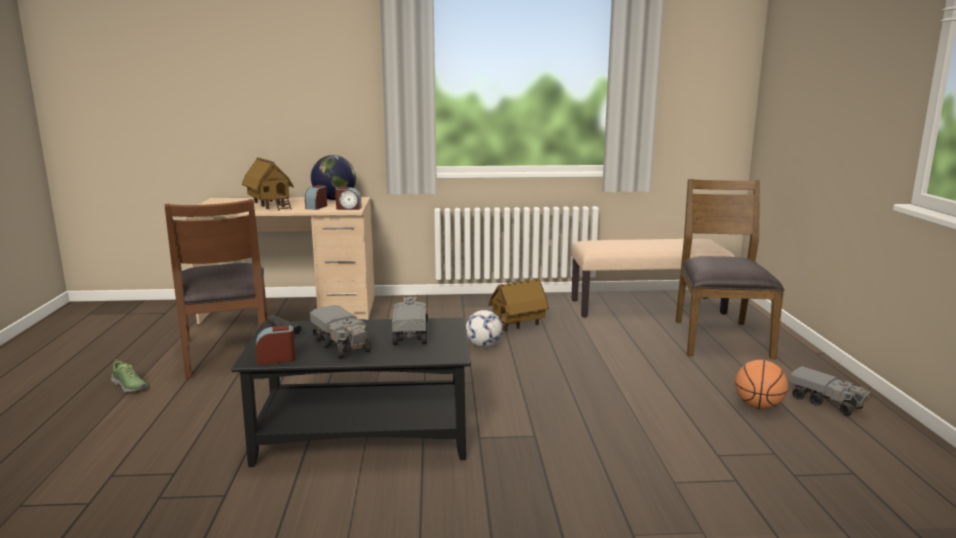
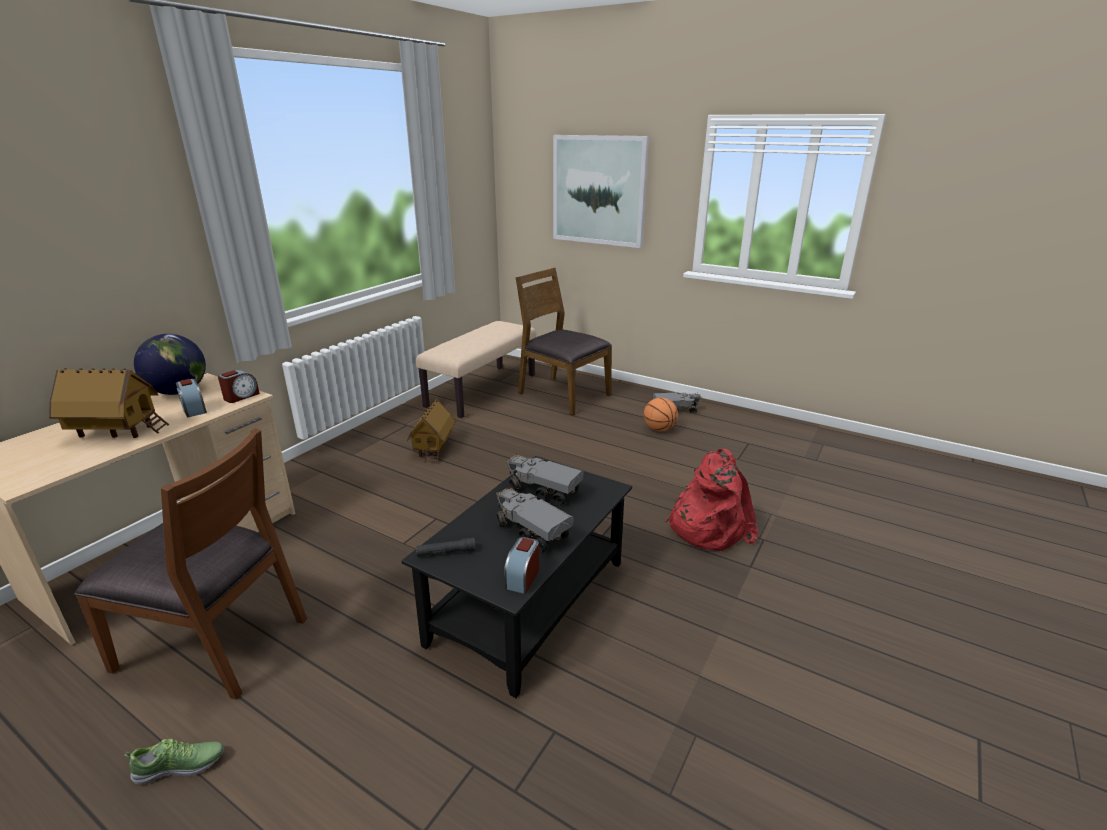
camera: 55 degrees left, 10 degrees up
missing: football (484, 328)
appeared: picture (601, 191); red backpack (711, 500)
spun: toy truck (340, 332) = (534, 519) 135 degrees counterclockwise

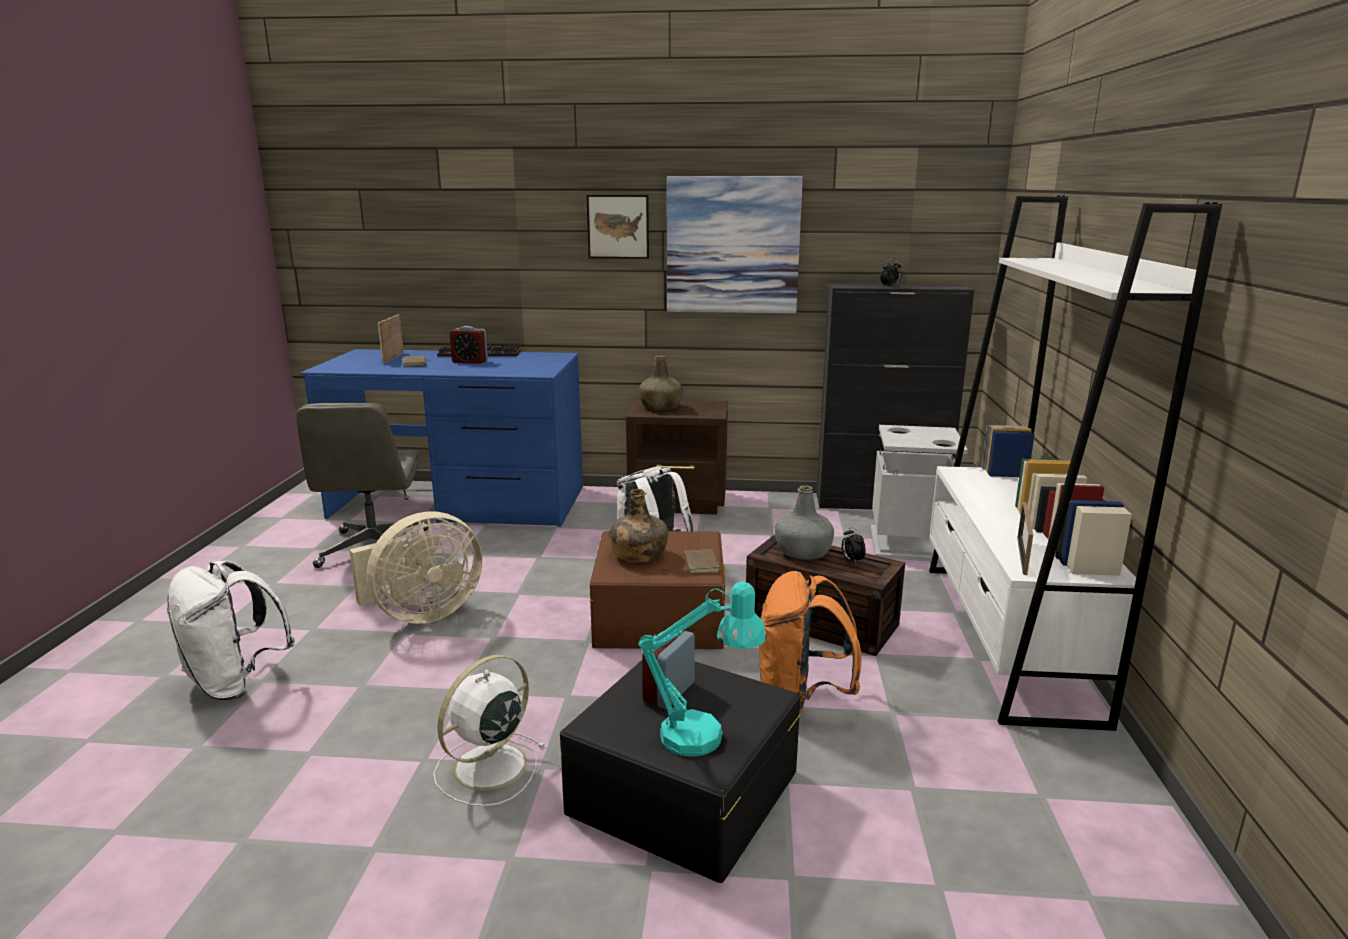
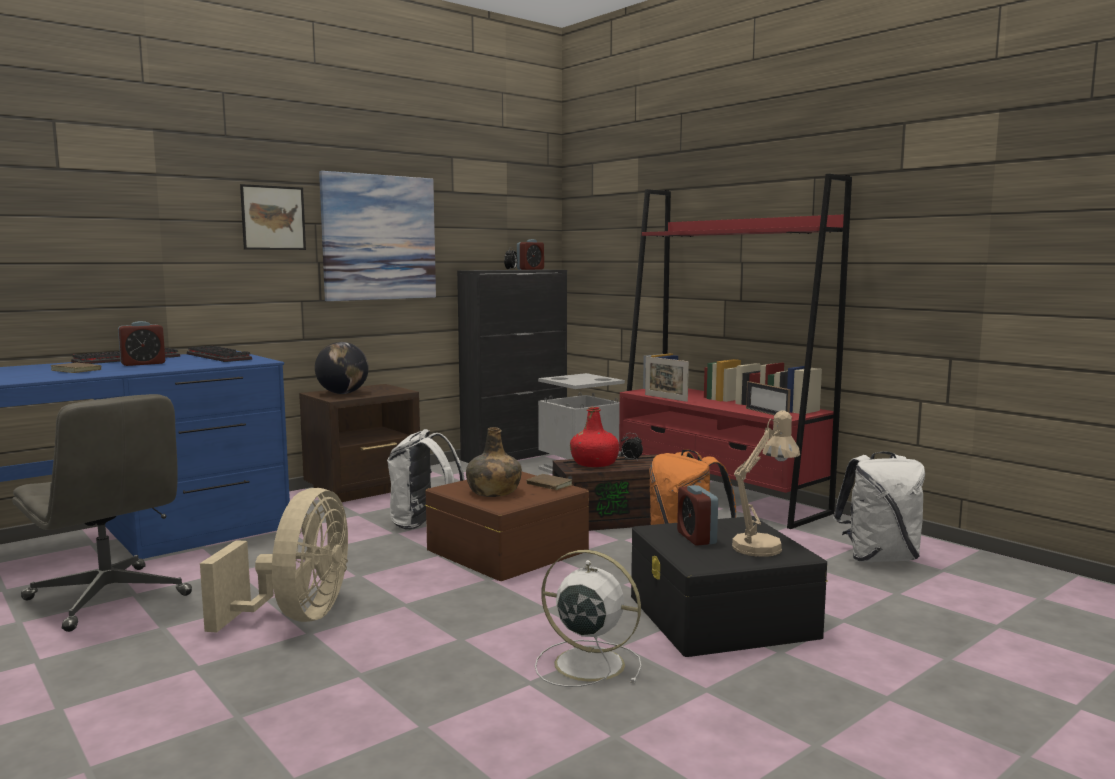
camera: 45 degrees left, 10 degrees down
appeared: keyboard (219, 354); alarm clock (530, 254)
relocated: white backpack (231, 630) to (879, 507); picture frame (391, 339) to (667, 379)
exchanged: green bottle (661, 383) to globe (342, 368)
colour: turquoise table lamp (702, 669) to beige table lamp (766, 483); grey bottle (804, 522) to red bottle (594, 437); white bookcase (1075, 463) to red bookcase (735, 351)
spun: white fan (489, 731) = (588, 618) 120 degrees clockwise

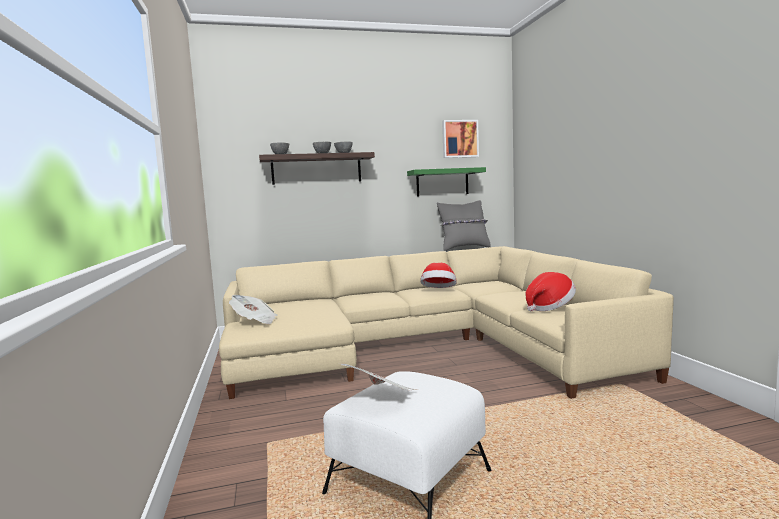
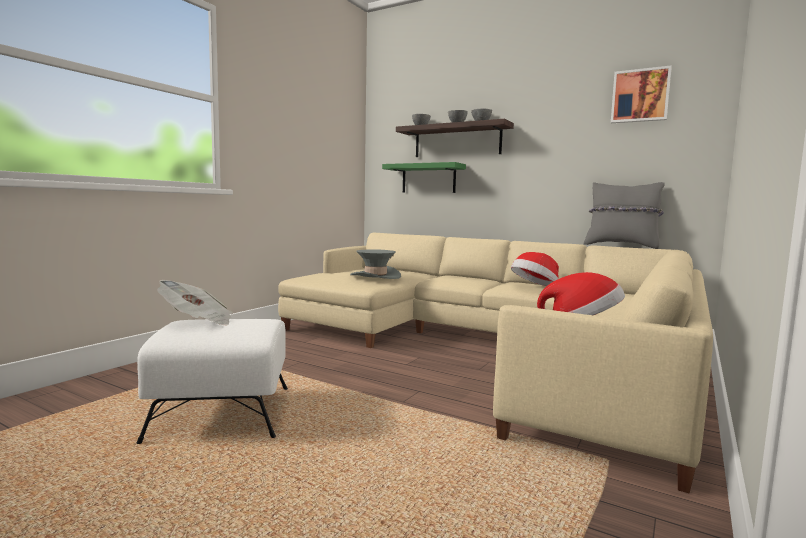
camera: 45 degrees right, 0 degrees up
missing: newspaper (253, 309)
appeared: grey hat (375, 264)
relocated: green shelf (446, 182) to (424, 177)

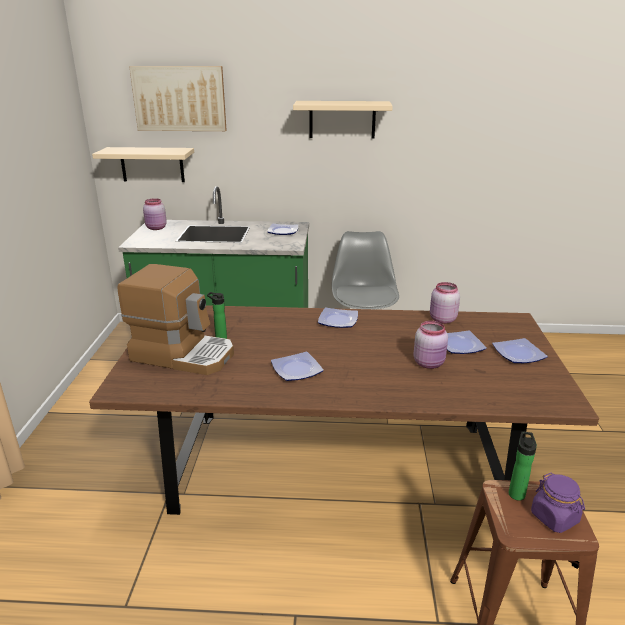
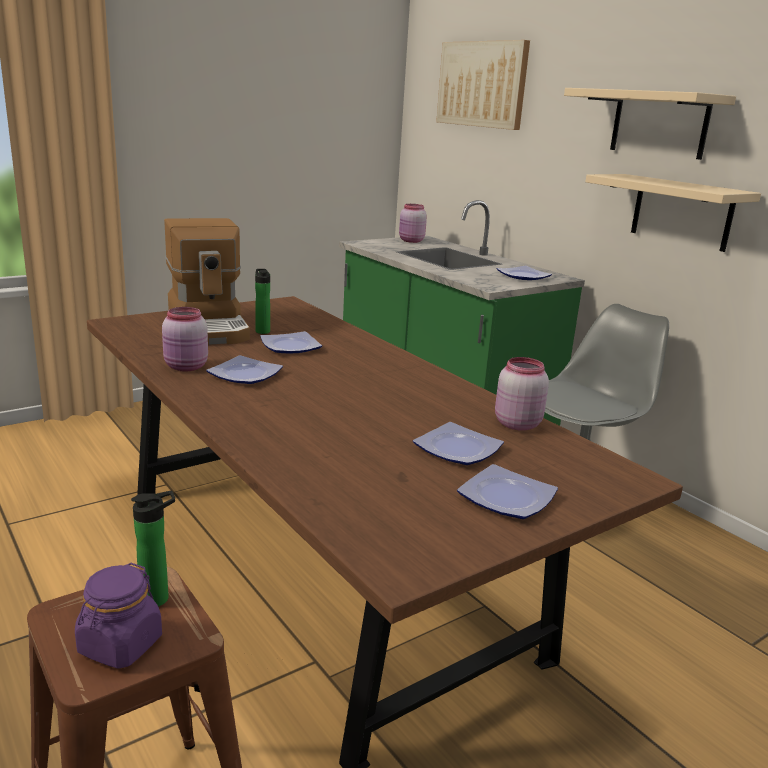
camera: 50 degrees right, 5 degrees down
relocated: beige shelf (143, 164) to (673, 213); plate (338, 318) to (291, 342); pink jar (430, 345) to (185, 339)

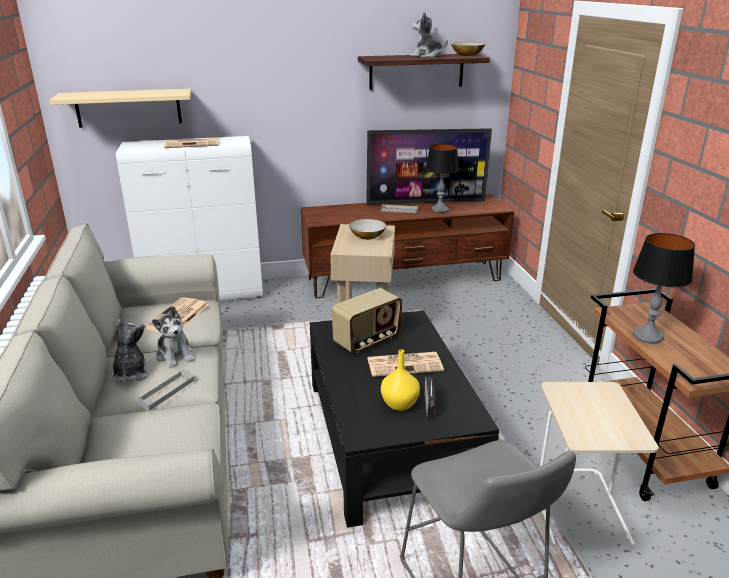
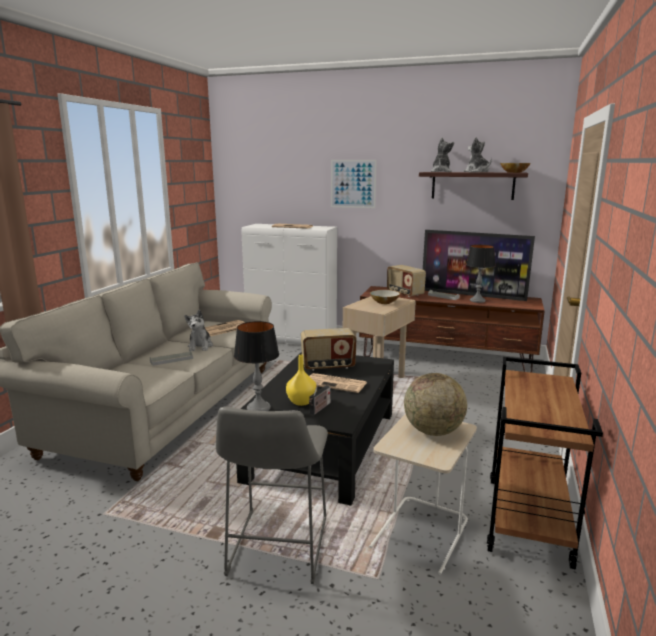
camera: 30 degrees right, 10 degrees down
missing: beige shelf (120, 108)
appeared: picture (354, 184); radio (406, 281); globe (435, 404)
relocated: plush toy (131, 351) to (442, 155); table lamp (664, 288) to (256, 366)

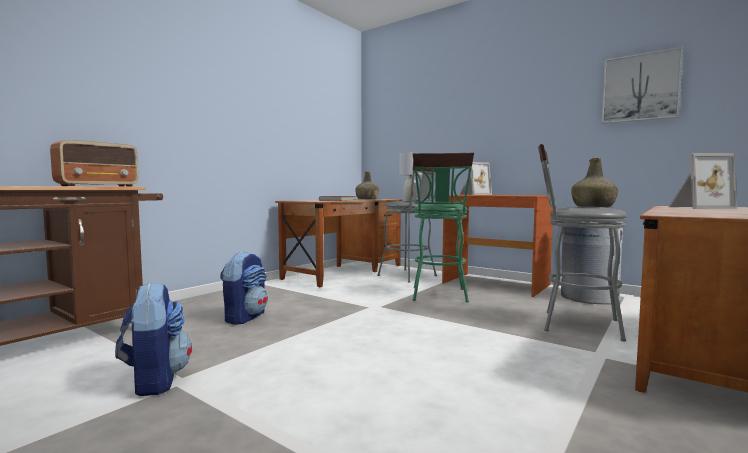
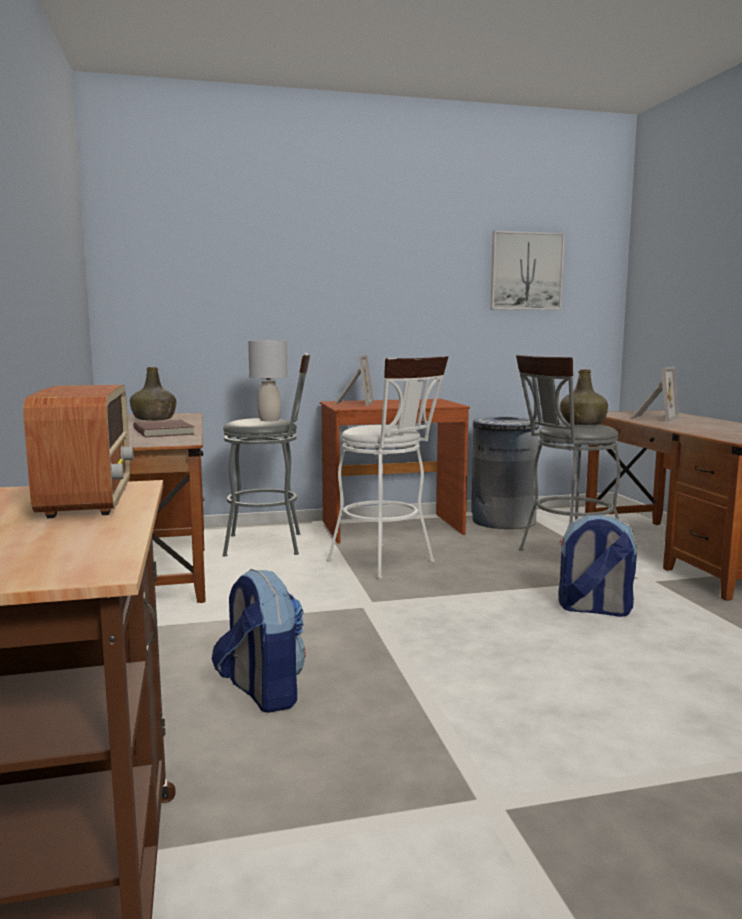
camera: 50 degrees left, 5 degrees up
relocated: backpack (153, 339) to (597, 565)
colour: green stool (443, 227) to white stool (387, 468)

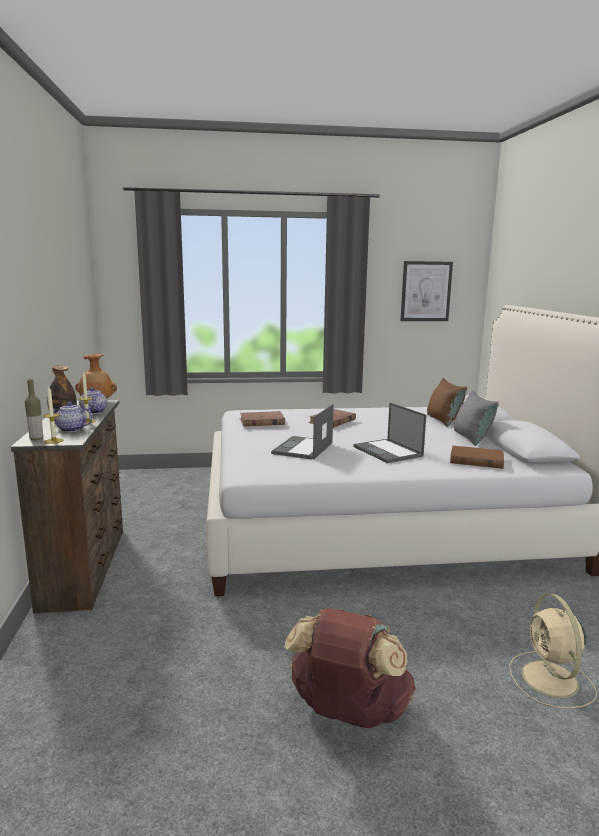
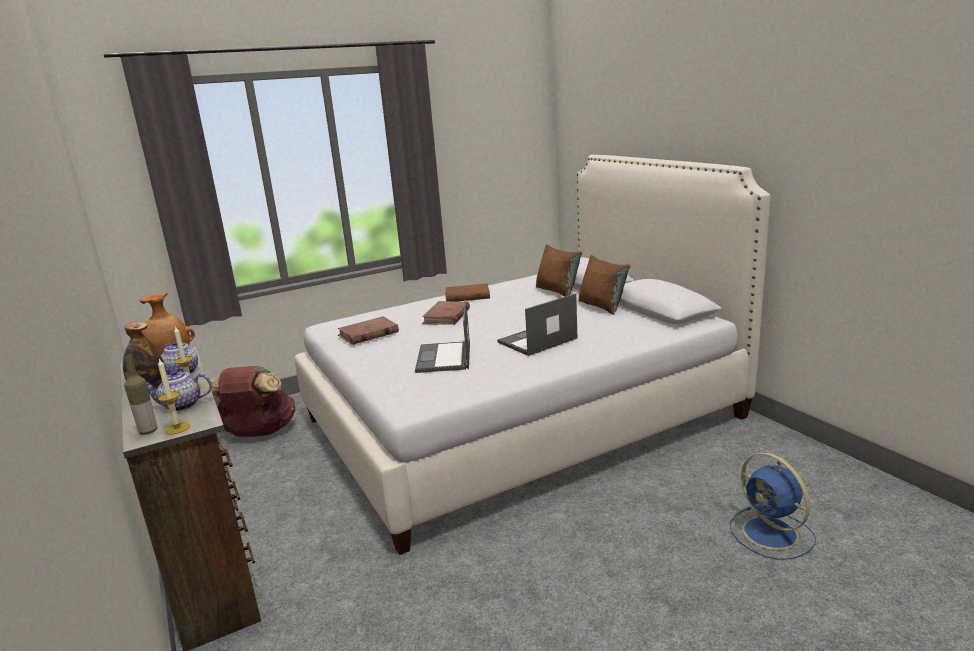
camera: 20 degrees left, 5 degrees up
missing: picture (427, 291)
relocated: brown backpack (350, 668) to (253, 401); brown book (477, 457) to (467, 293)
colour: grey pillow (476, 418) to brown pillow (604, 285); beige fan (553, 651) to blue fan (773, 506)
spun: laptop (389, 433) = (537, 324) 105 degrees clockwise

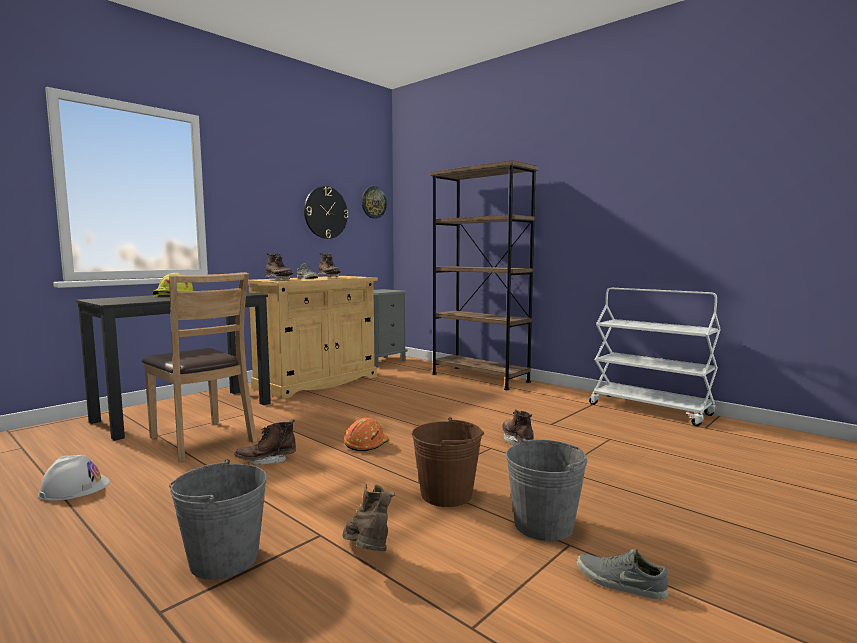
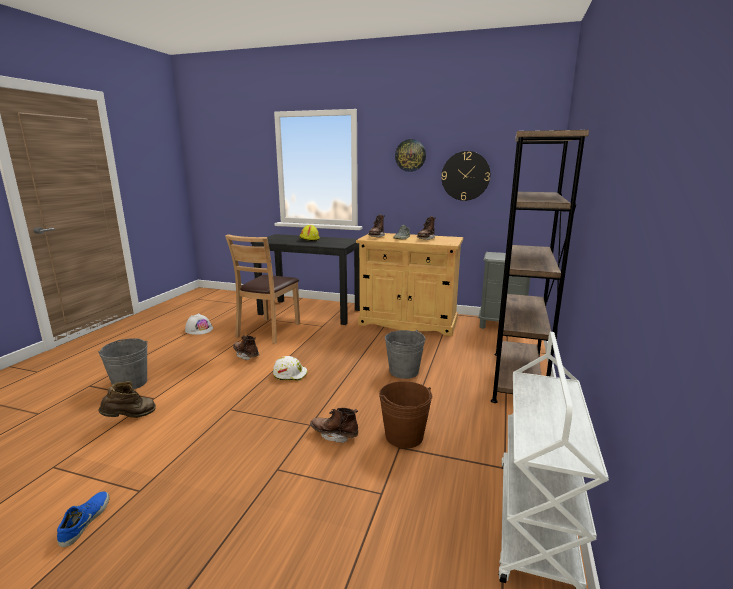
camera: 65 degrees right, 10 degrees up
relocated: wall clock (374, 202) to (410, 155); brown bucket (448, 462) to (405, 414); grey bucket (546, 489) to (405, 354)
colour: orange hard hat (366, 435) to white hard hat (290, 368); grey shoe (622, 574) to blue shoe (83, 519)
spun: brown boot (518, 427) = (334, 425) 120 degrees counterclockwise

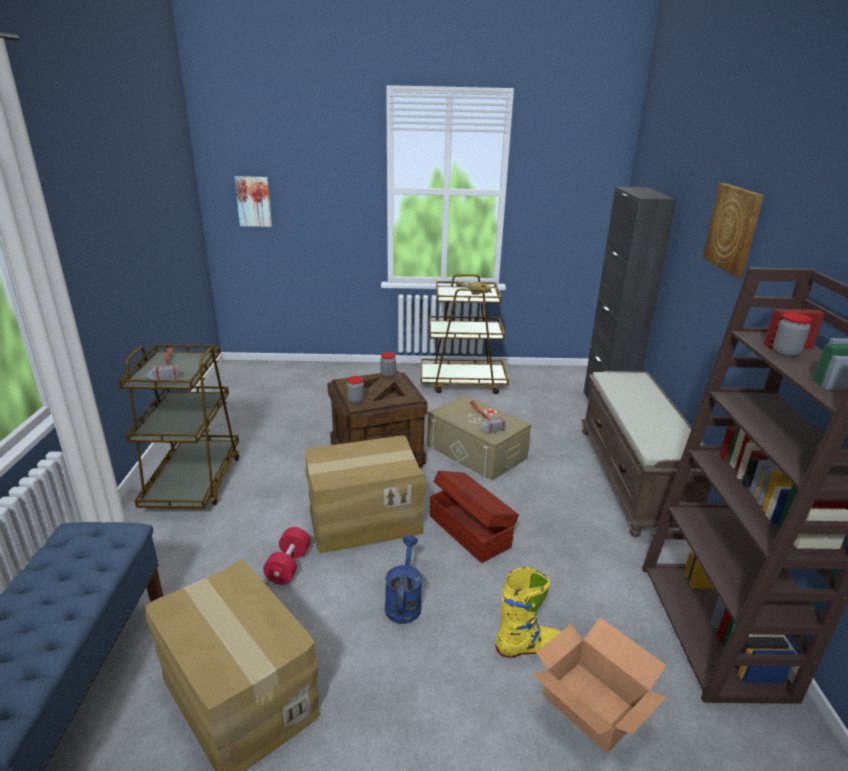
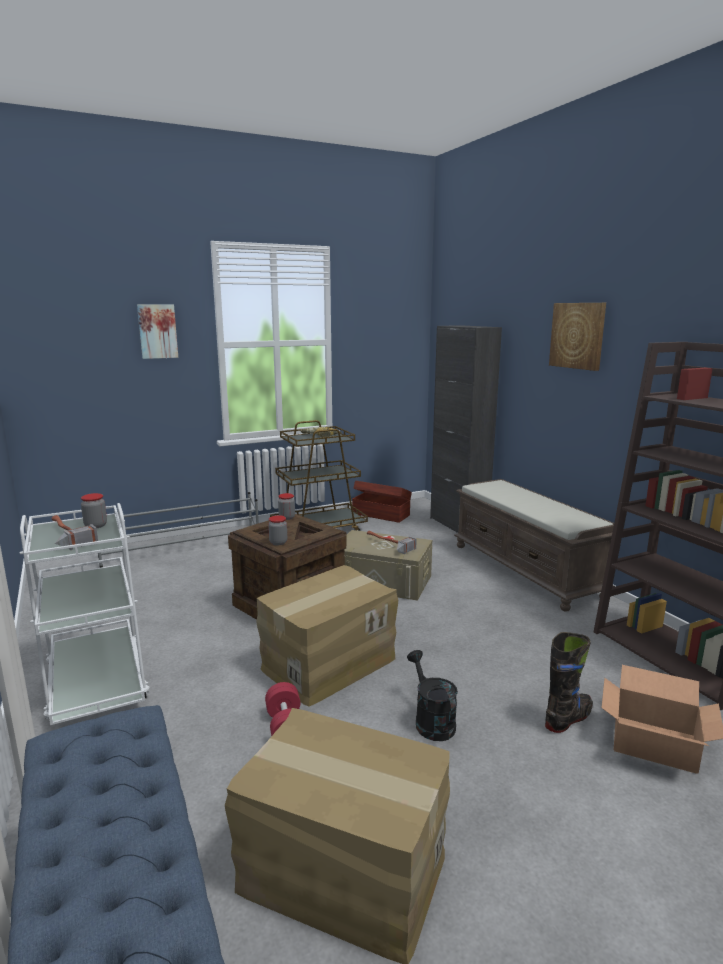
camera: 25 degrees left, 10 degrees down
appeared: grey shoe rack (178, 530)
relocated: picture (253, 201) to (157, 332); brown storage box (474, 517) to (382, 502); jar (792, 335) to (94, 510)
colour: brown cart (179, 427) to white cart (84, 614); blue watering can (403, 580) to black watering can (432, 695); yellow boot (528, 612) to black boot (569, 682)

